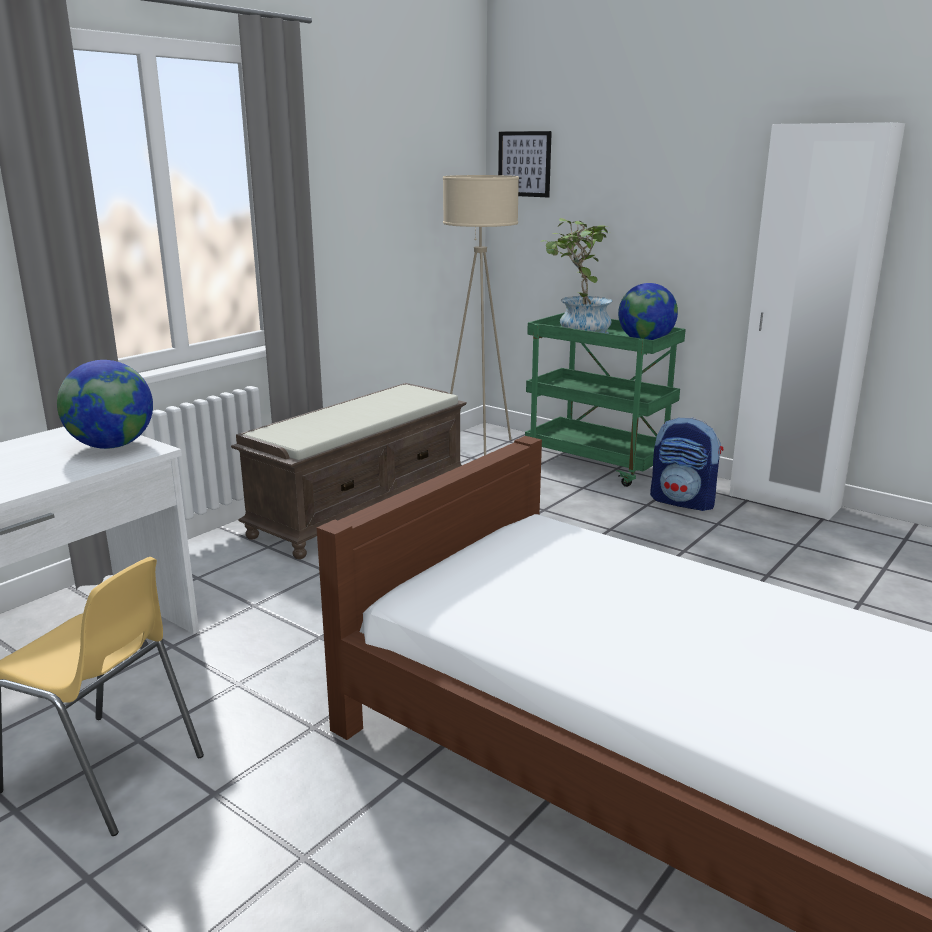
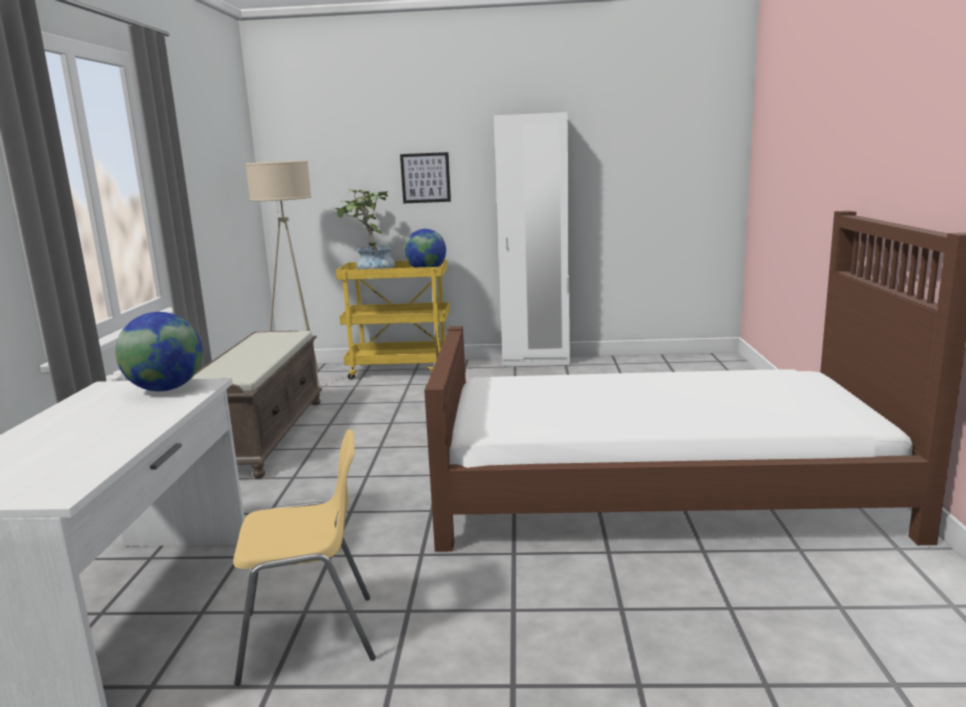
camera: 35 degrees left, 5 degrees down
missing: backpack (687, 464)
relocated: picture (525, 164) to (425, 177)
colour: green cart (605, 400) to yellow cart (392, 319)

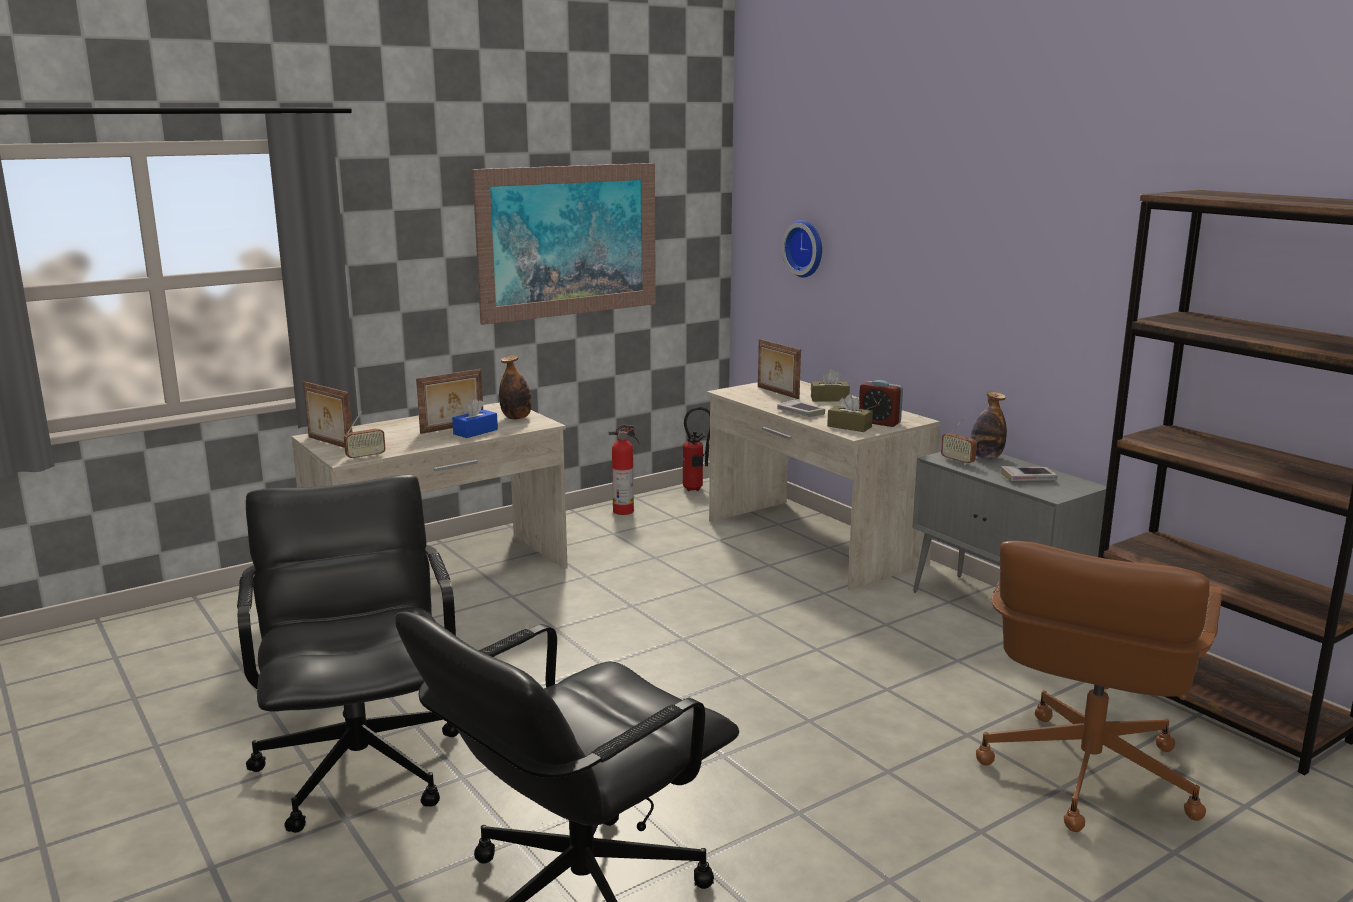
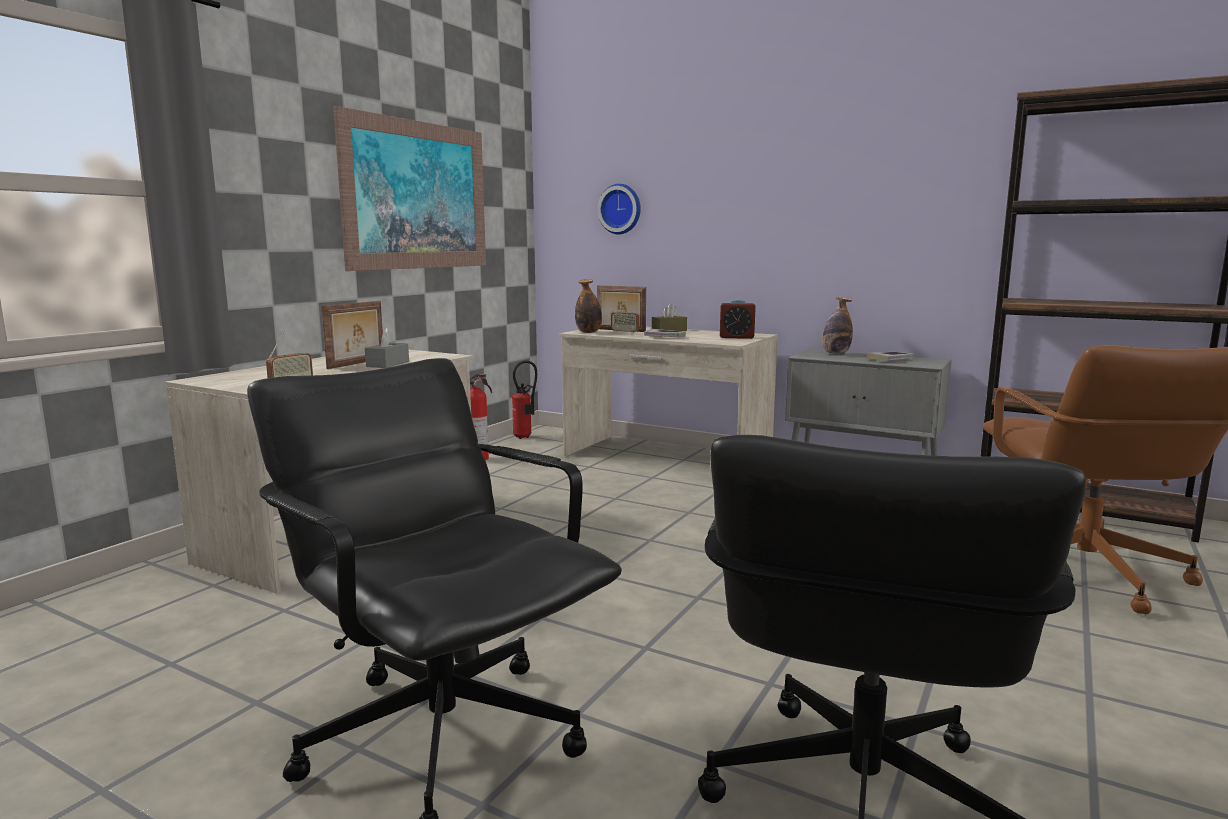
camera: 25 degrees left, 5 degrees down
missing: picture frame (327, 414); brown tissue box (850, 413)
relocated: bottle (515, 387) to (588, 306); radio (959, 441) to (625, 316)
colour: blue tissue box (475, 418) to grey tissue box (387, 347)

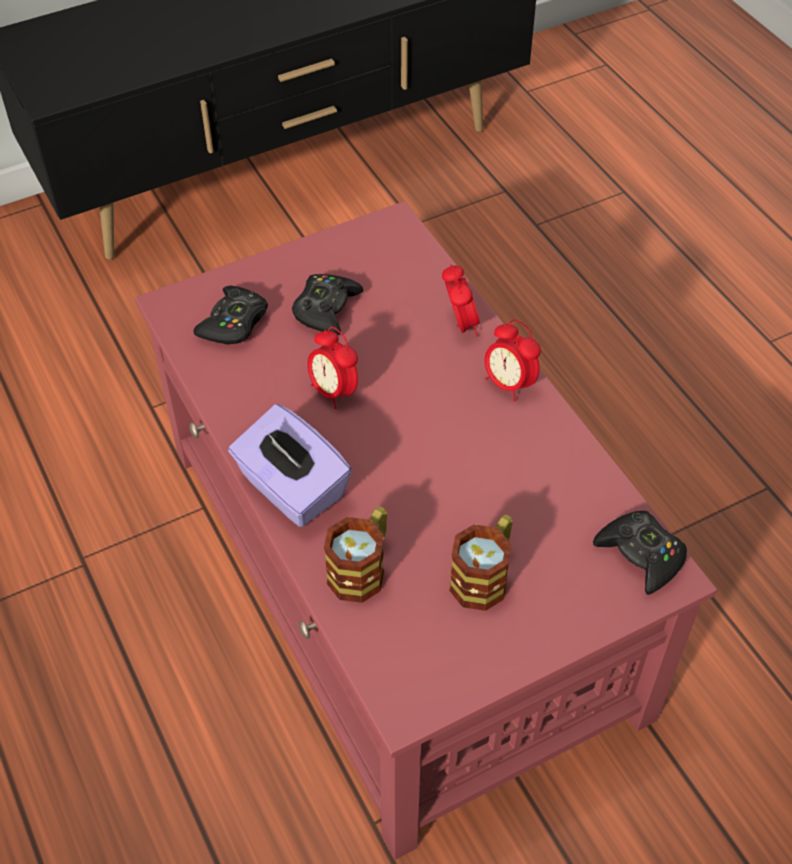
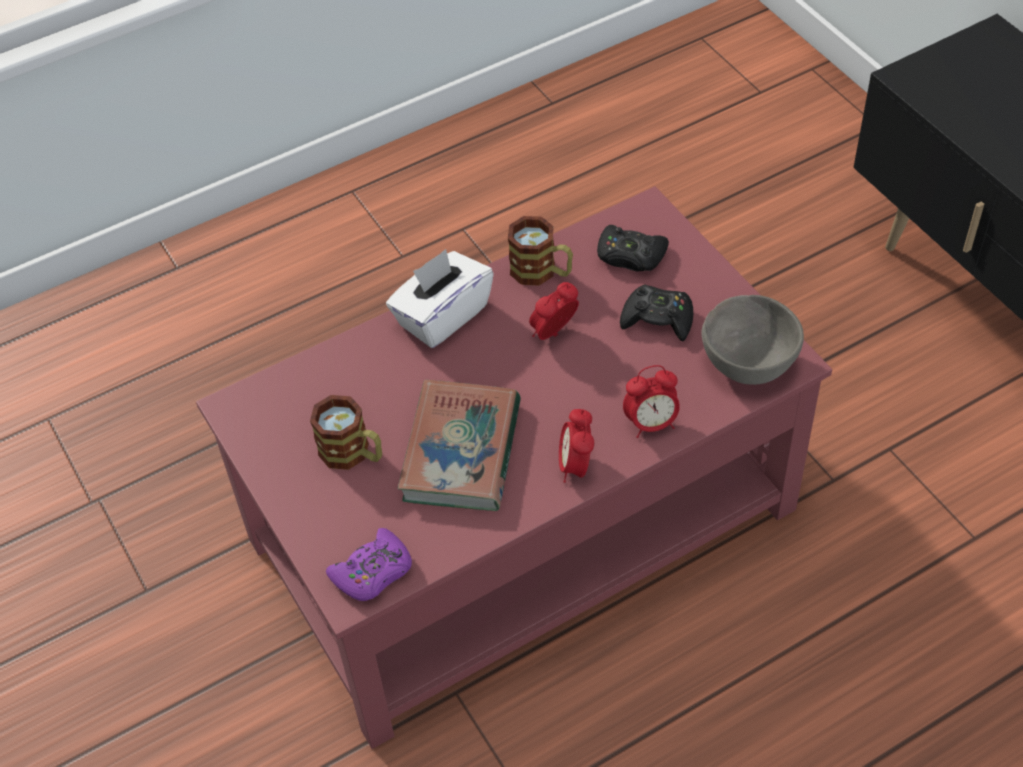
camera: 90 degrees right, 0 degrees up
appeared: book (459, 445); grey bowl (752, 340)
relocated: mug (355, 554) to (540, 251)
colour: purple tissue box (290, 465) to white tissue box (440, 298); black game controller (640, 553) to purple game controller (369, 564)
spun: alarm clock (513, 360) = (576, 446) 45 degrees counterclockwise

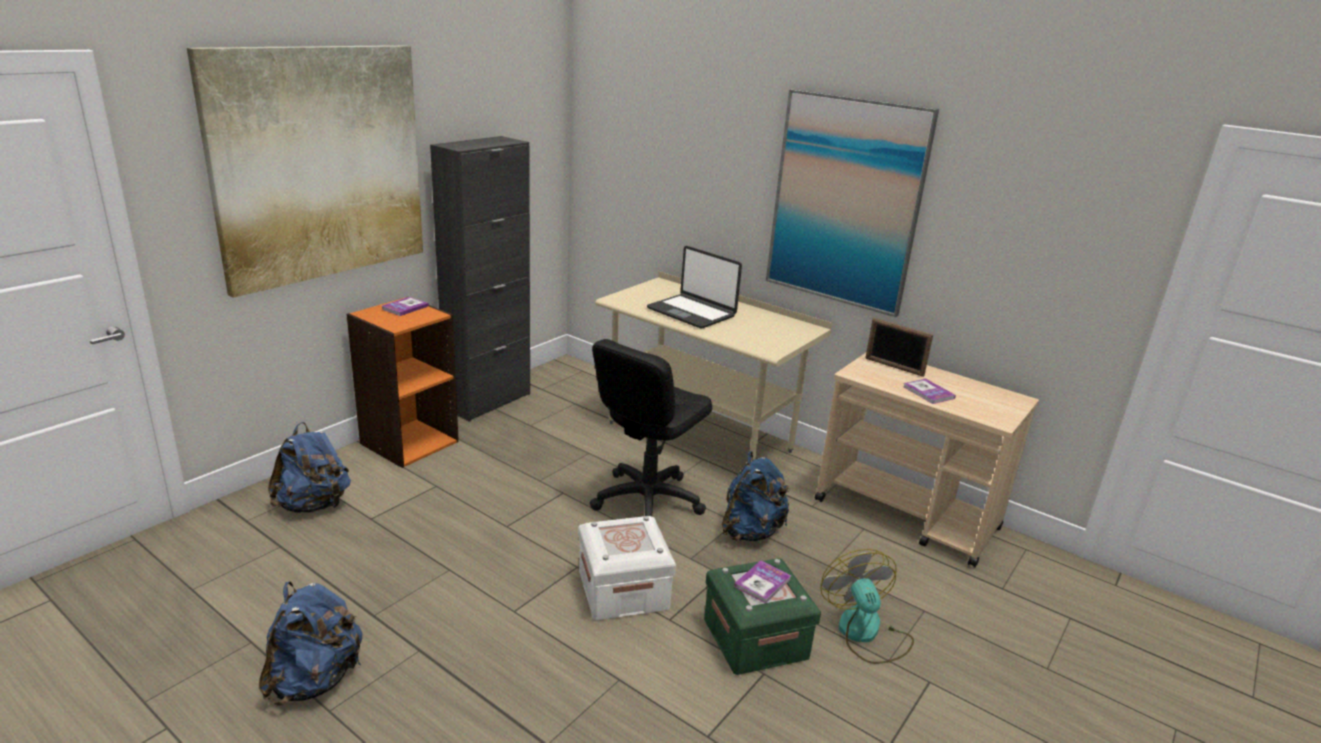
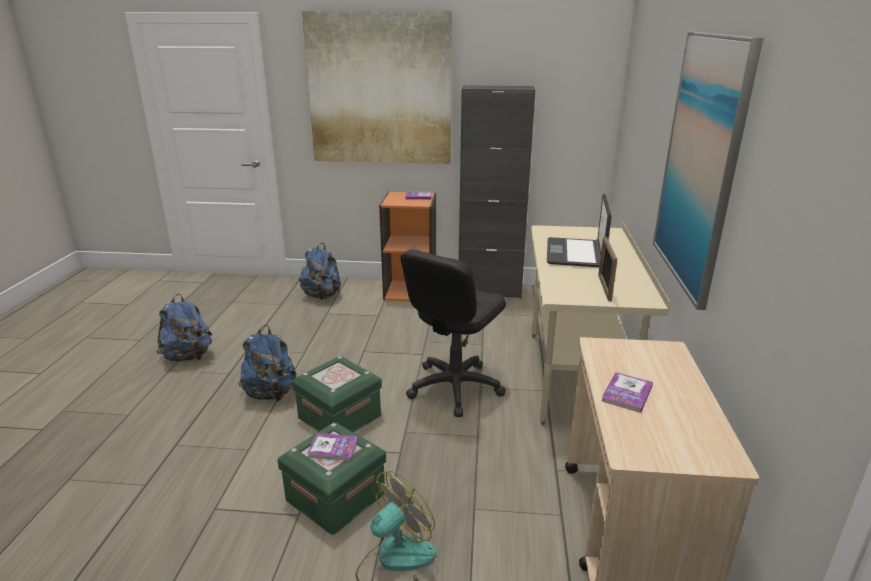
camera: 60 degrees right, 0 degrees up
relocated: blue backpack (756, 496) to (267, 363); picture frame (899, 347) to (607, 269)
colour: white storage box (627, 568) to green storage box (337, 394)
spun: black office chair (651, 428) = (453, 333) 60 degrees counterclockwise

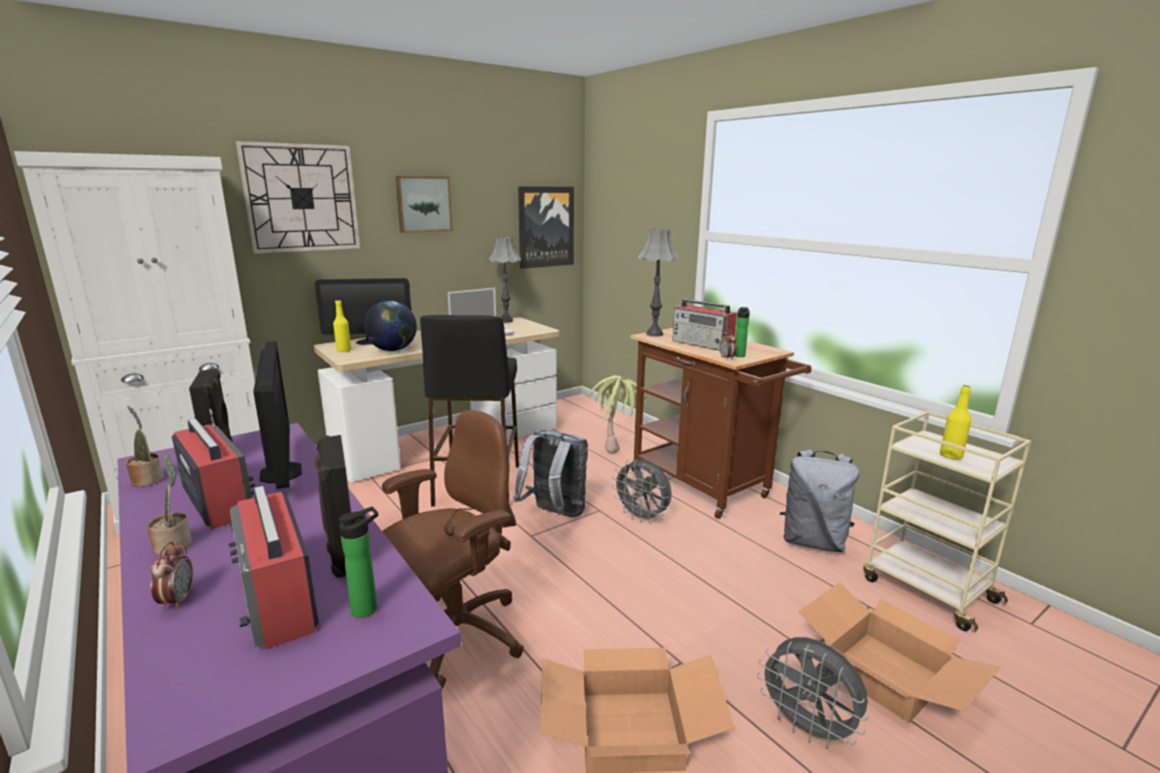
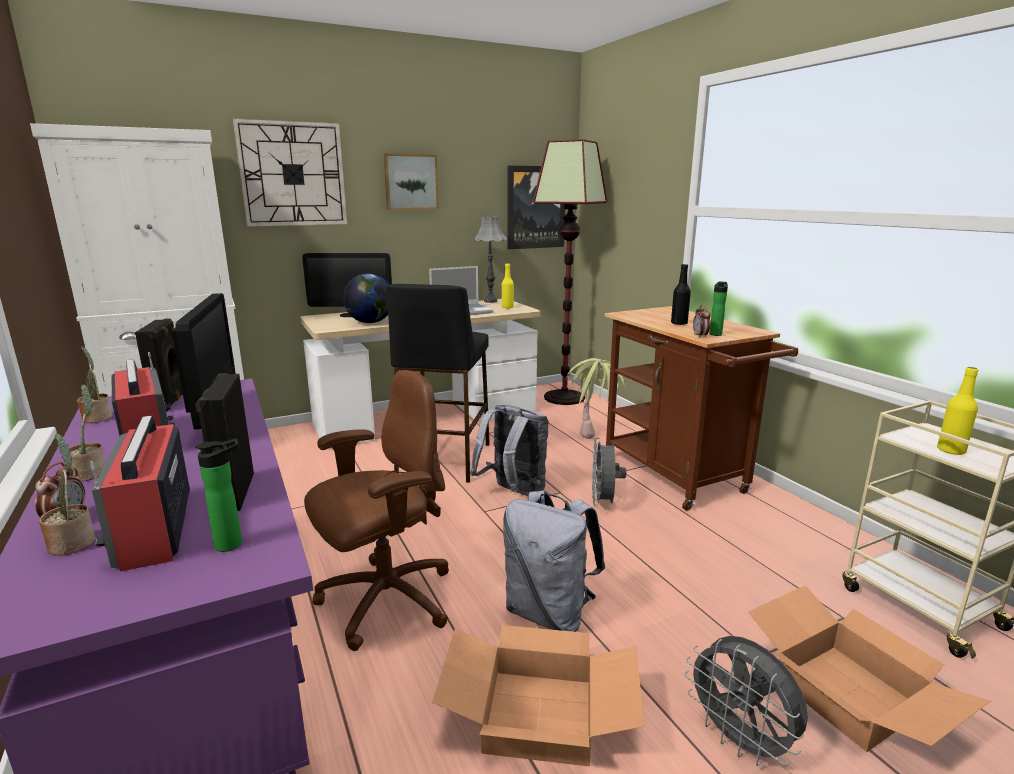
camera: 10 degrees right, 0 degrees up
missing: grey table lamp (658, 283)
appeared: potted plant (67, 495); floor lamp (570, 272)
relocated: yellow bottle (342, 326) to (508, 285); grey backpack (819, 501) to (554, 561)
exchanged: radio (704, 325) to black bottle (681, 294)
spun: grey fan (642, 491) = (609, 472) 45 degrees clockwise

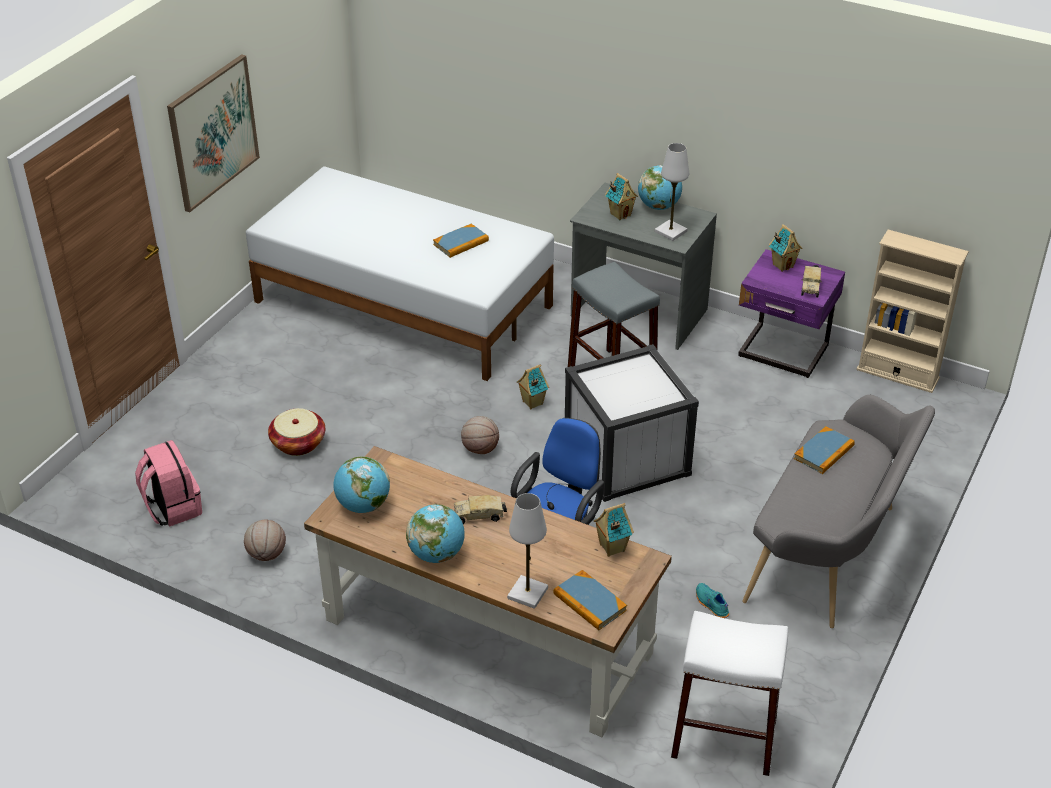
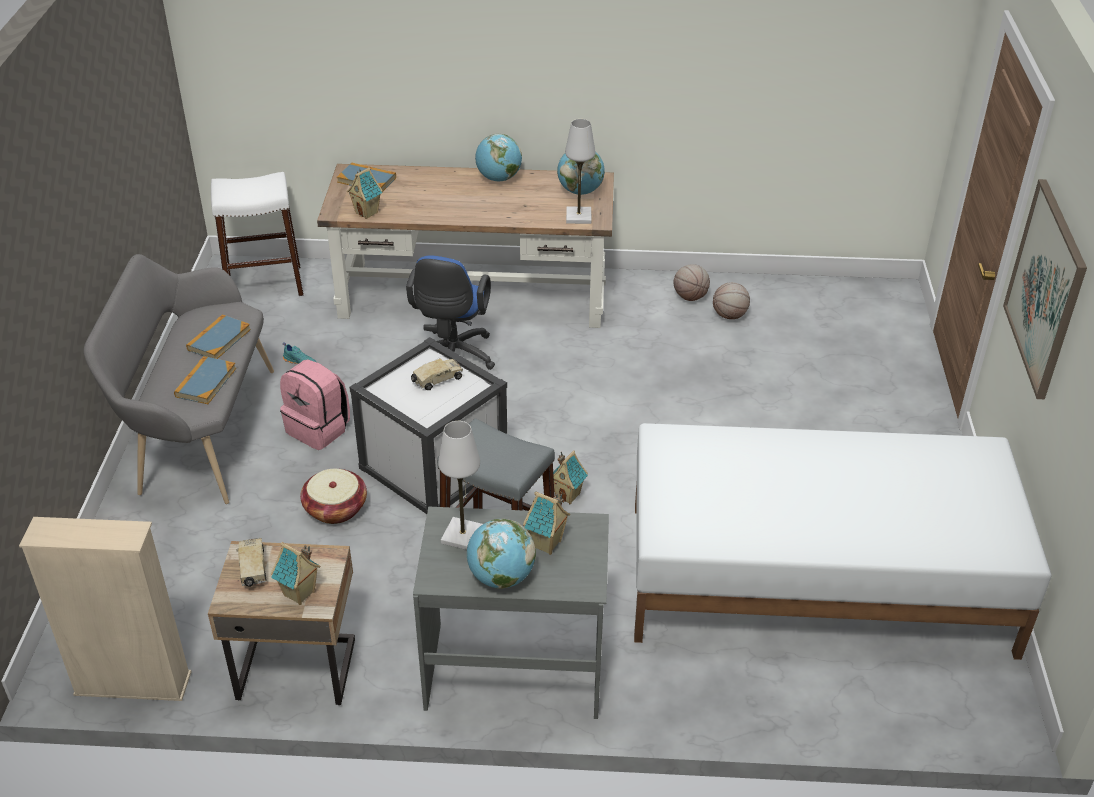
camera: 155 degrees right, 0 degrees up
relocated: pink backpack (168, 483) to (315, 404); basket (296, 432) to (333, 496); book (461, 241) to (218, 336); toy truck (480, 509) to (437, 374); basketball (480, 435) to (731, 300); white table lamp (527, 551) to (580, 171)
colour: purple nightstand (791, 313) to beige nightstand (281, 623)

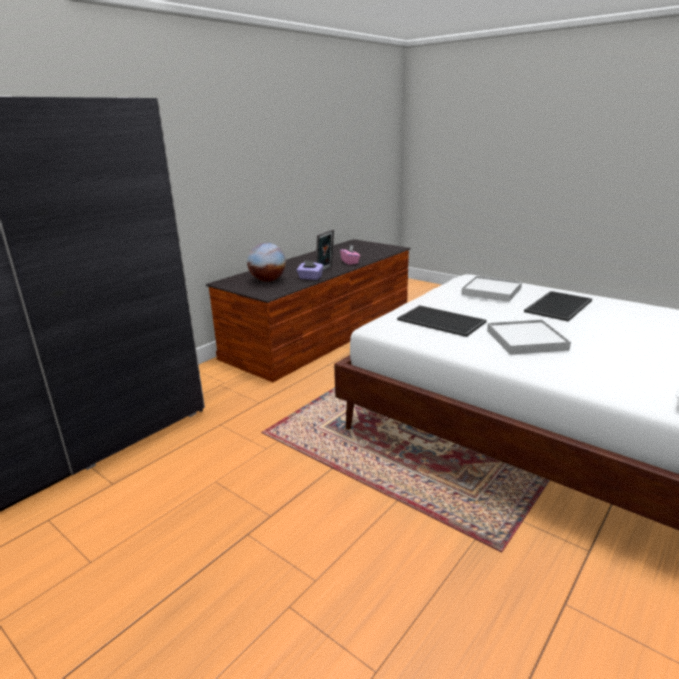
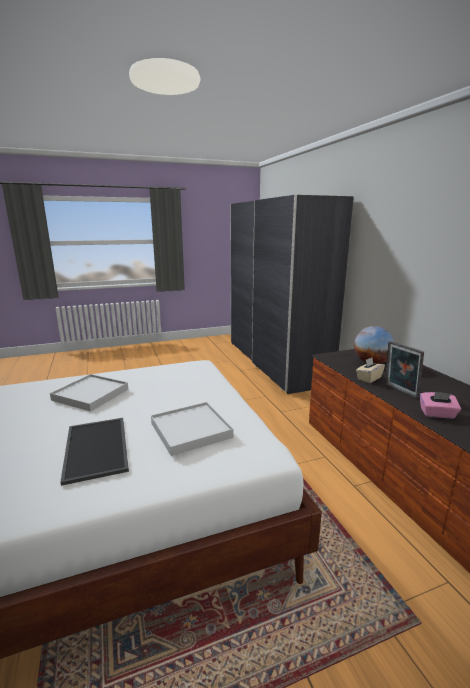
camera: 120 degrees right, 5 degrees down
missing: tray (442, 321)
colour: purple tissue box (310, 270) to beige tissue box (370, 370)

